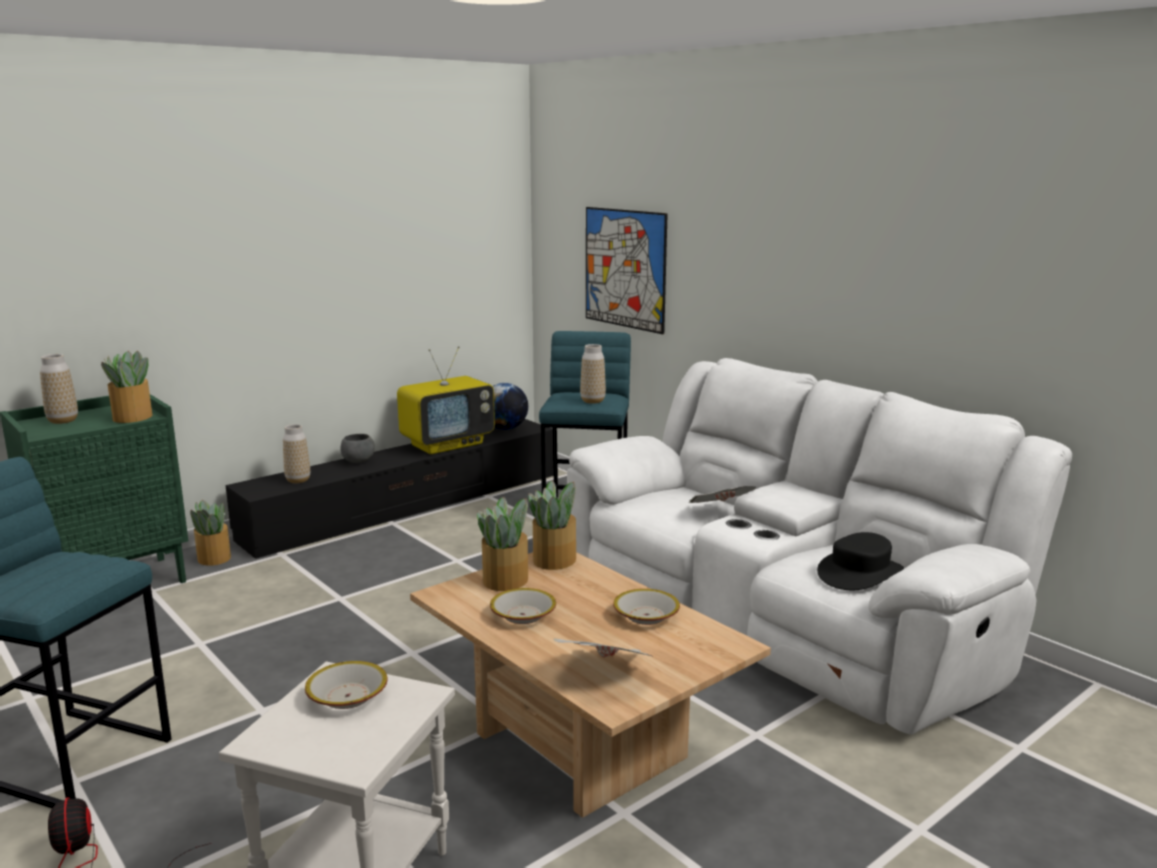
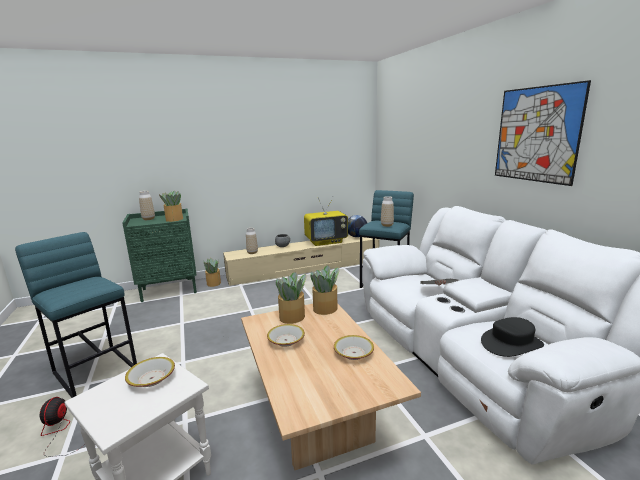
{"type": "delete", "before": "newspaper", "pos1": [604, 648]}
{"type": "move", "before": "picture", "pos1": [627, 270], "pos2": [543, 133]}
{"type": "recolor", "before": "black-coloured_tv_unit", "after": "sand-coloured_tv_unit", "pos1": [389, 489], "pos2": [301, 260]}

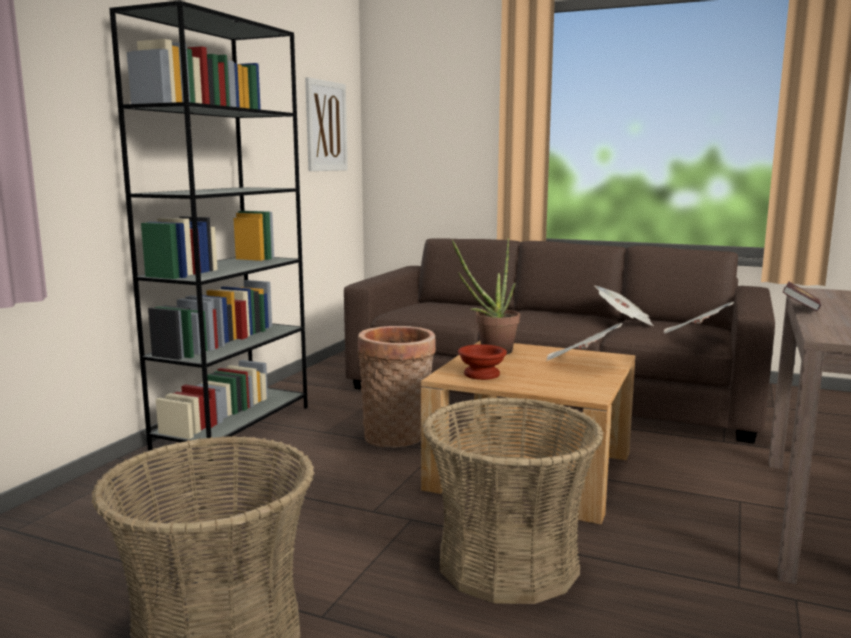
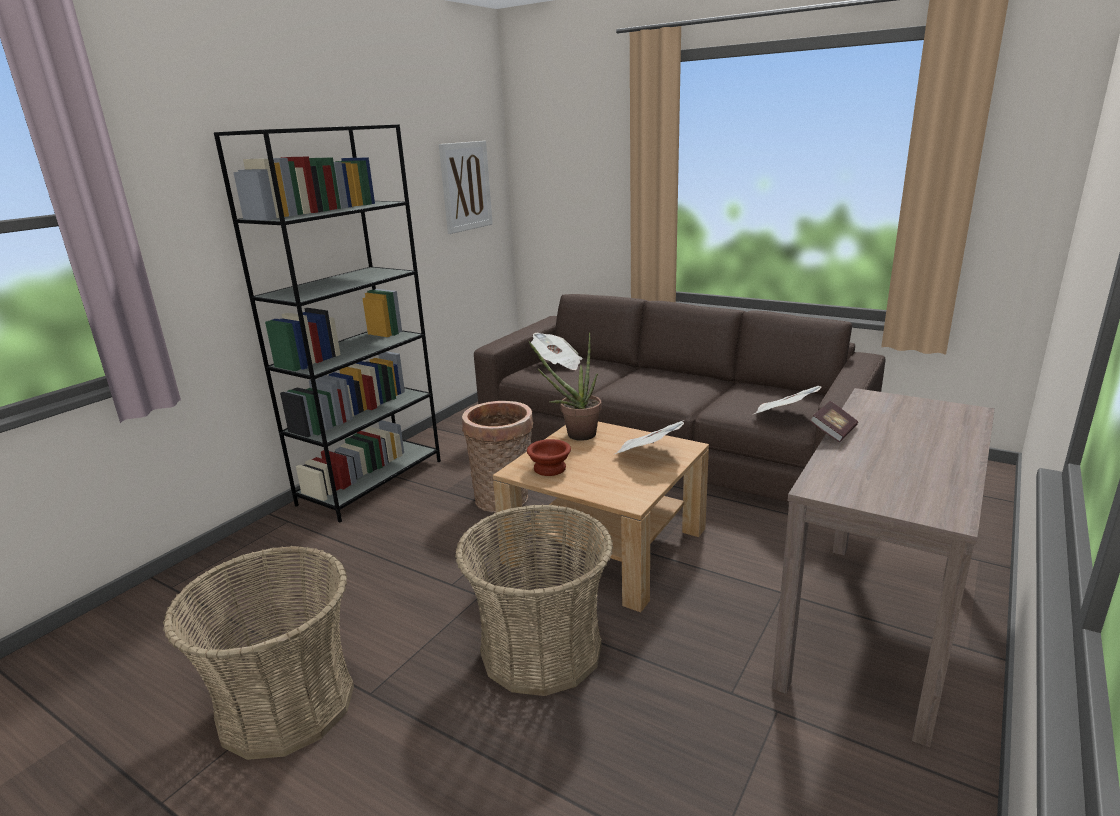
{"type": "move", "before": "newspaper", "pos1": [624, 305], "pos2": [556, 351]}

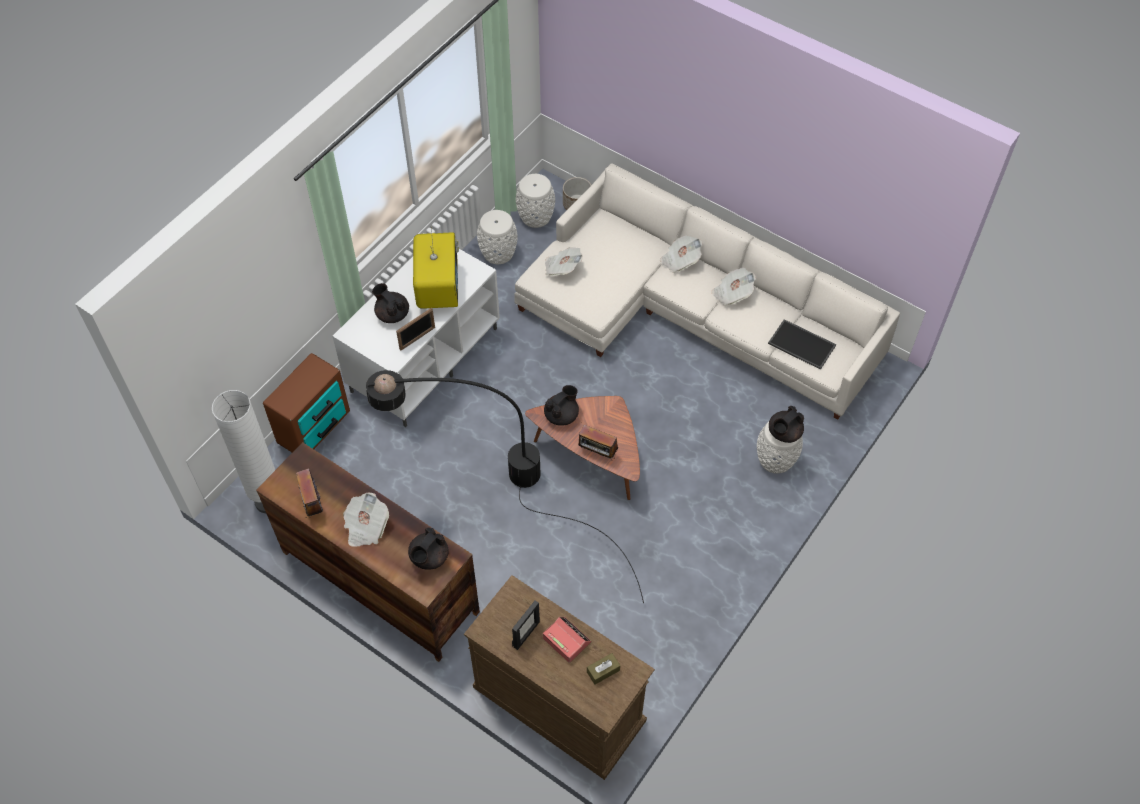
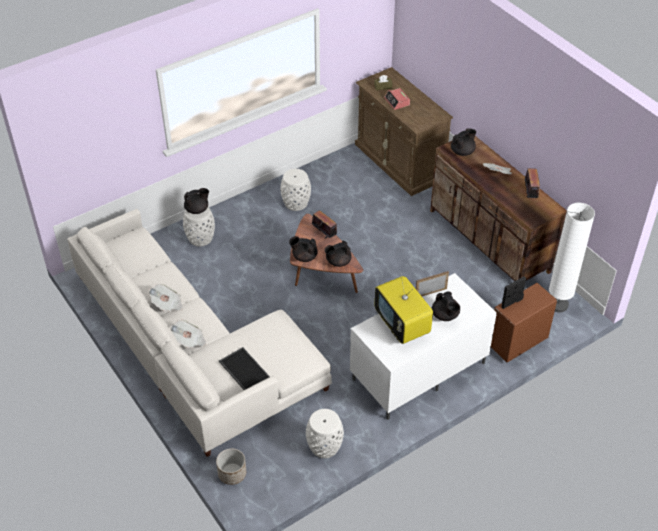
{"type": "delete", "before": "black-coloured_standing_lamp", "pos1": [505, 486]}
{"type": "delete", "before": "newspaper", "pos1": [564, 261]}
{"type": "insert", "after": "black-coloured_teapot", "pos2": [303, 249]}
{"type": "move", "before": "photo_frame", "pos1": [526, 625], "pos2": [513, 292]}
{"type": "move", "before": "whitish_stool_seat", "pos1": [535, 201], "pos2": [295, 190]}
{"type": "move", "before": "carrying_tray", "pos1": [802, 344], "pos2": [244, 368]}
{"type": "rotate", "before": "TV", "pos1": [436, 267], "pos2": [404, 308], "turn": -45}

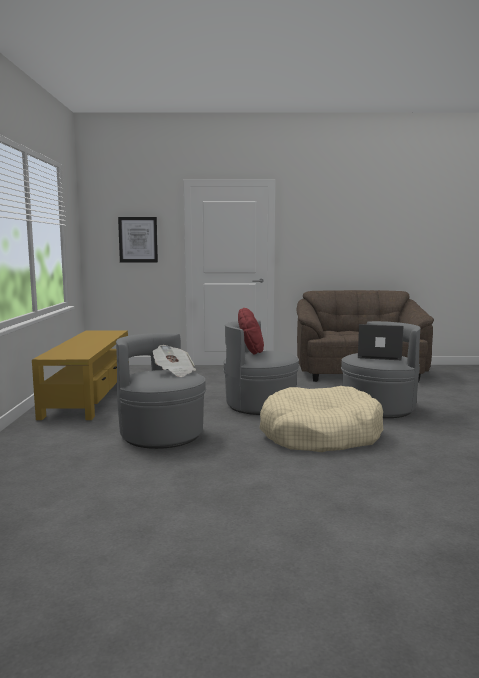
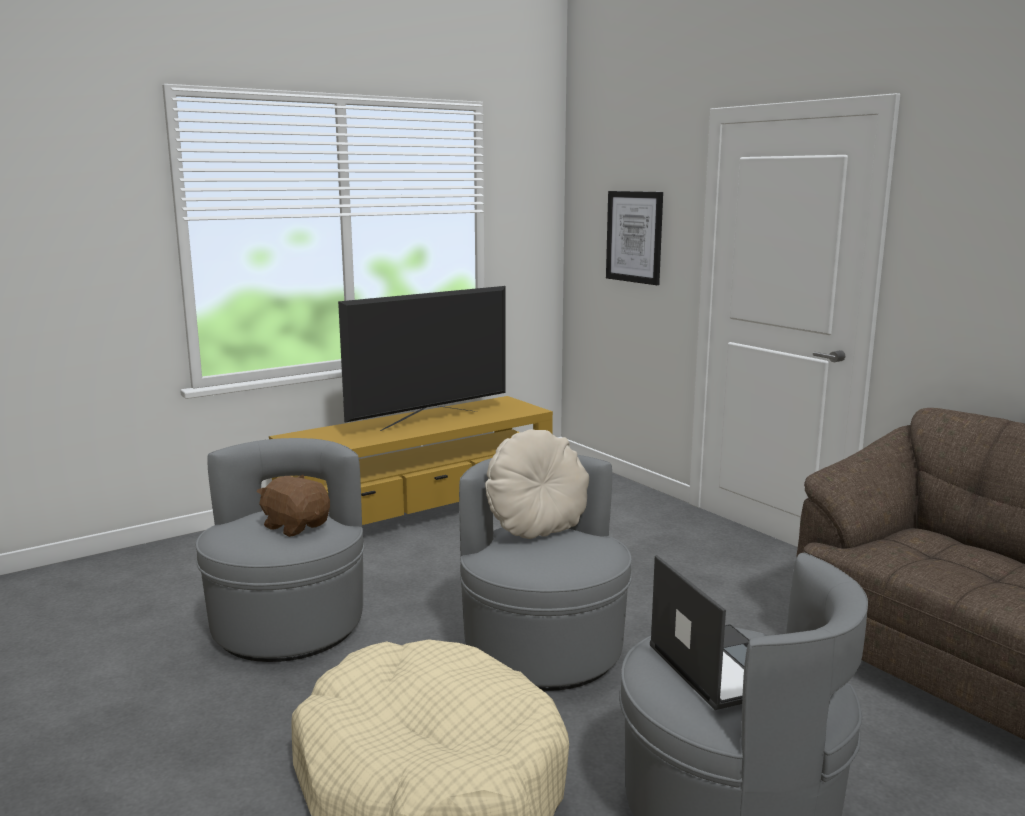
{"type": "insert", "after": "TV", "pos2": [422, 358]}
{"type": "replace", "before": "newspaper", "after": "brown_soft_toy", "pos1": [174, 361], "pos2": [293, 506]}
{"type": "recolor", "before": "reddish_pillow", "after": "sand-coloured_pillow", "pos1": [251, 331], "pos2": [537, 484]}

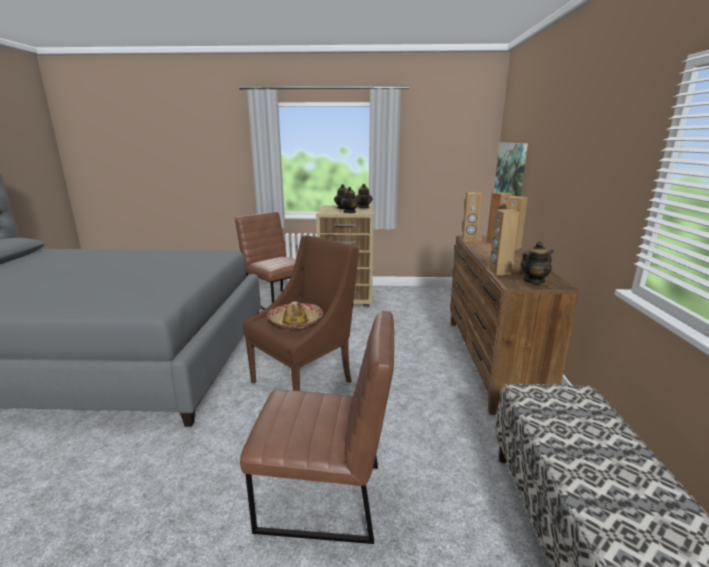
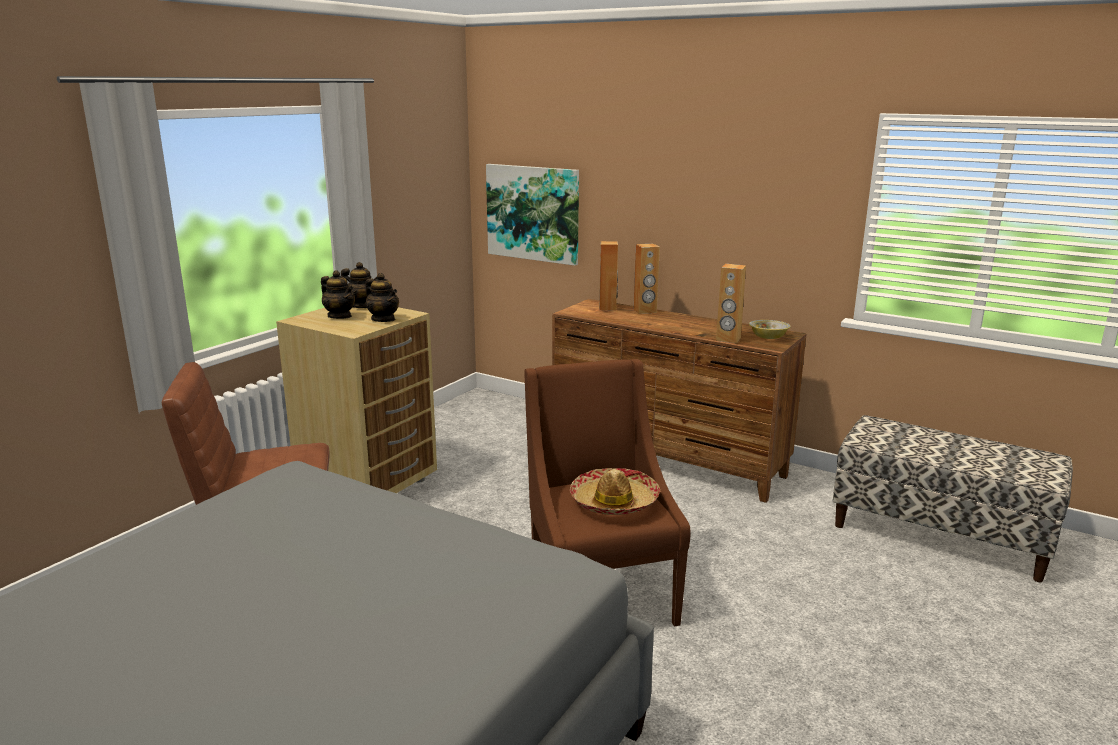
{"type": "delete", "before": "brown_chair", "pos1": [317, 427]}
{"type": "delete", "before": "brown_speaker", "pos1": [472, 217]}
{"type": "replace", "before": "teapot", "after": "bowl", "pos1": [536, 262], "pos2": [770, 329]}

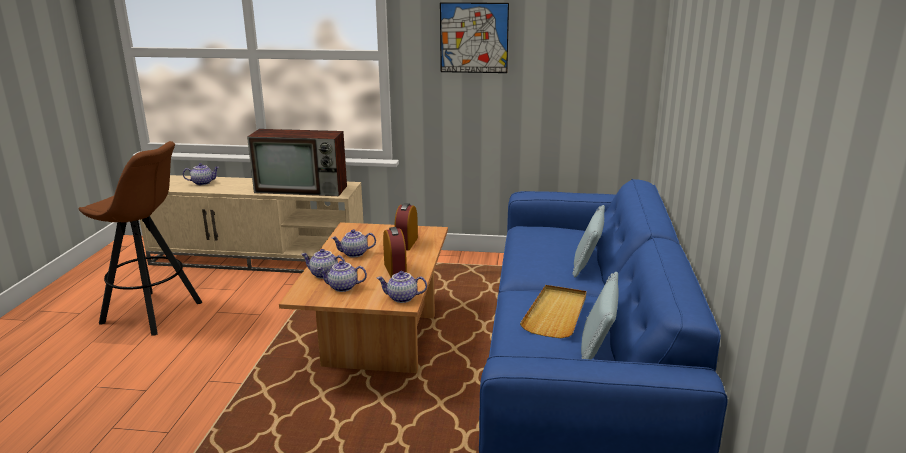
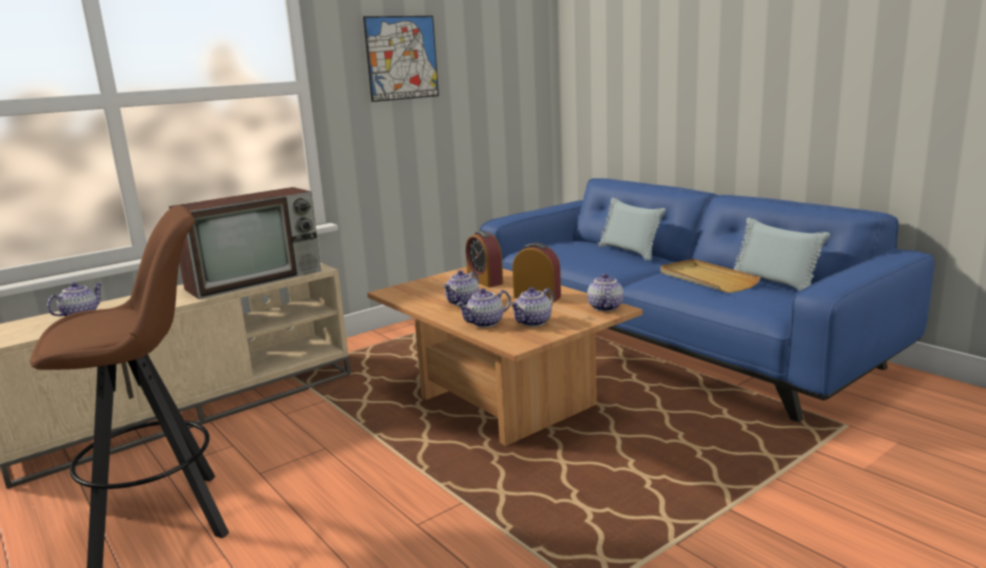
{"type": "rotate", "before": "teapot", "pos1": [402, 287], "pos2": [605, 292], "turn": 135}

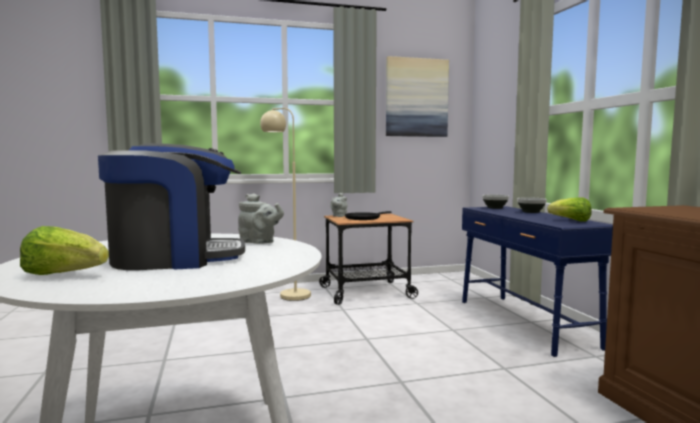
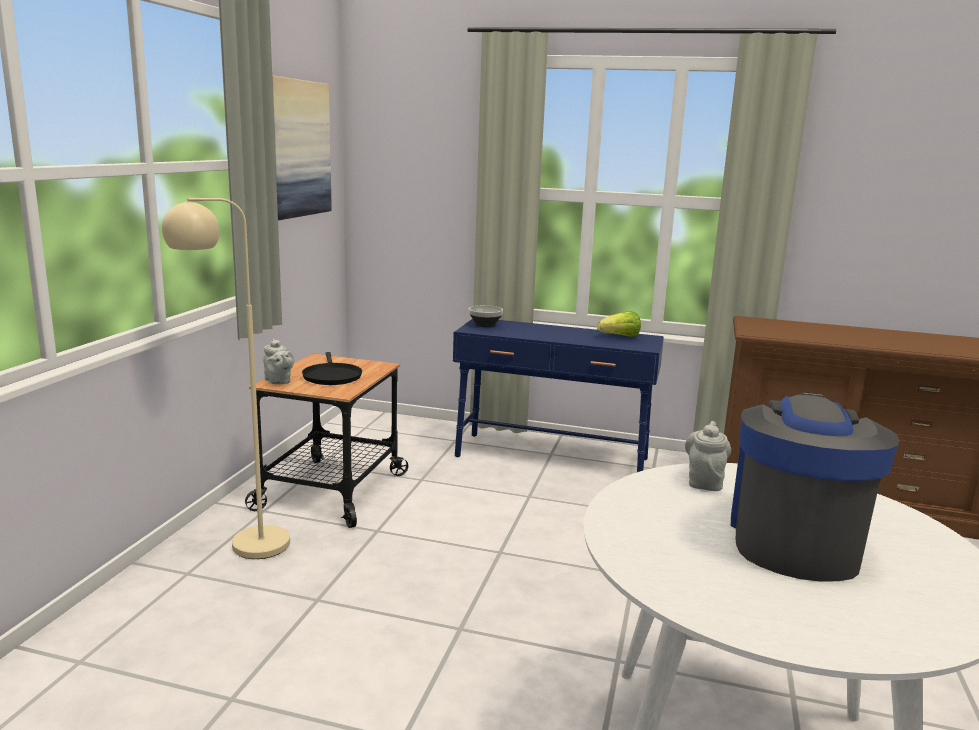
{"type": "delete", "before": "lettuce", "pos1": [64, 250]}
{"type": "delete", "before": "bowl", "pos1": [532, 205]}
{"type": "rotate", "before": "greyish_teapot", "pos1": [261, 218], "pos2": [708, 456], "turn": -45}

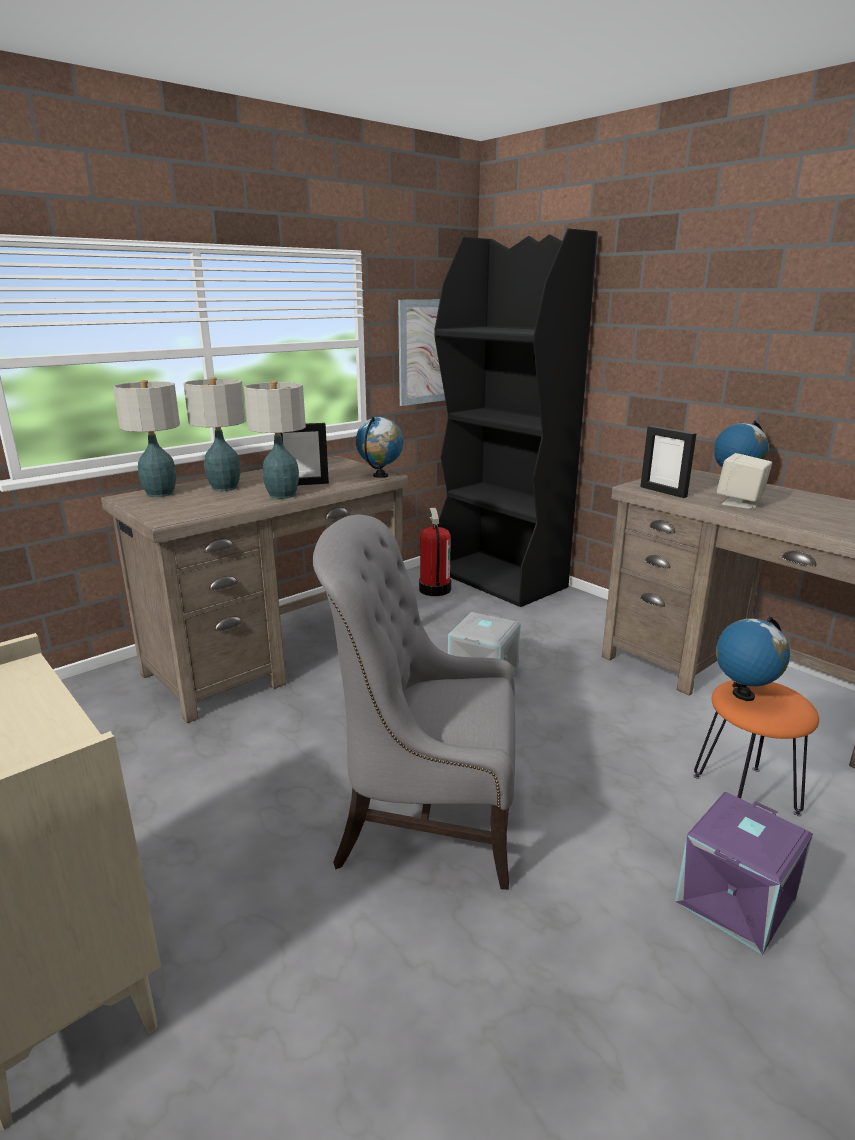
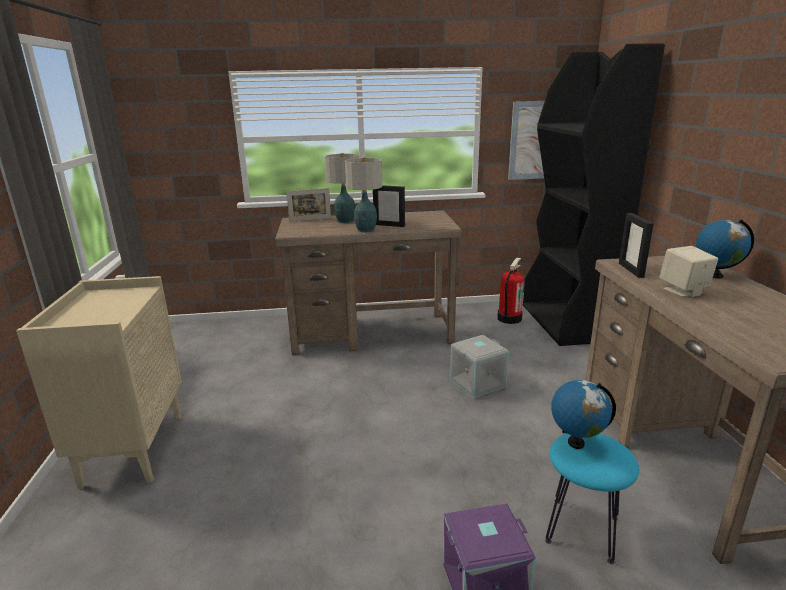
{"type": "delete", "before": "greyish_chair", "pos1": [414, 702]}
{"type": "delete", "before": "globe", "pos1": [380, 447]}
{"type": "replace", "before": "tabletop_lamp", "after": "photo_frame", "pos1": [146, 438], "pos2": [308, 205]}
{"type": "recolor", "before": "orangey_stool_seat", "after": "turquoise-coloured_stool_seat", "pos1": [756, 748], "pos2": [592, 499]}

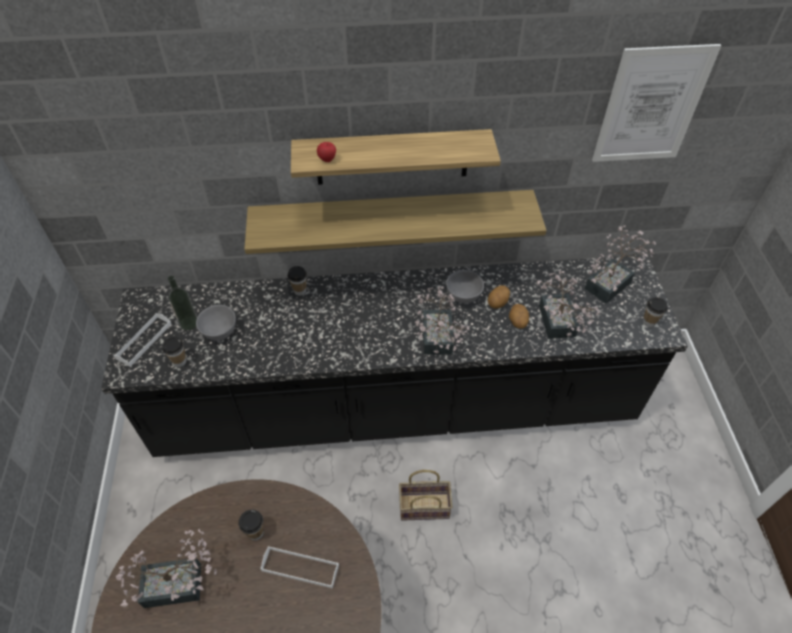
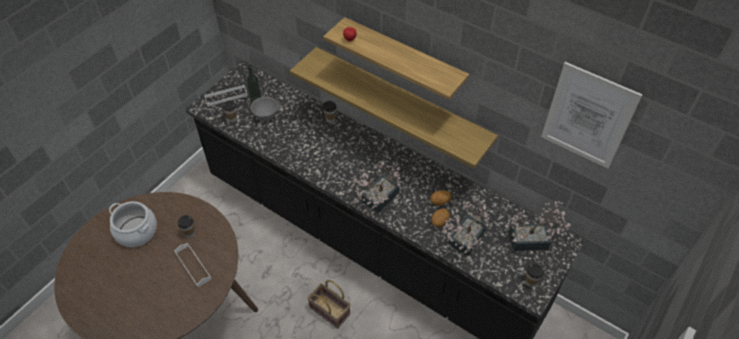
{"type": "delete", "before": "greyish_bowl", "pos1": [465, 286]}
{"type": "replace", "before": "plant_in_a_pot", "after": "saucepot", "pos1": [166, 568], "pos2": [133, 224]}

